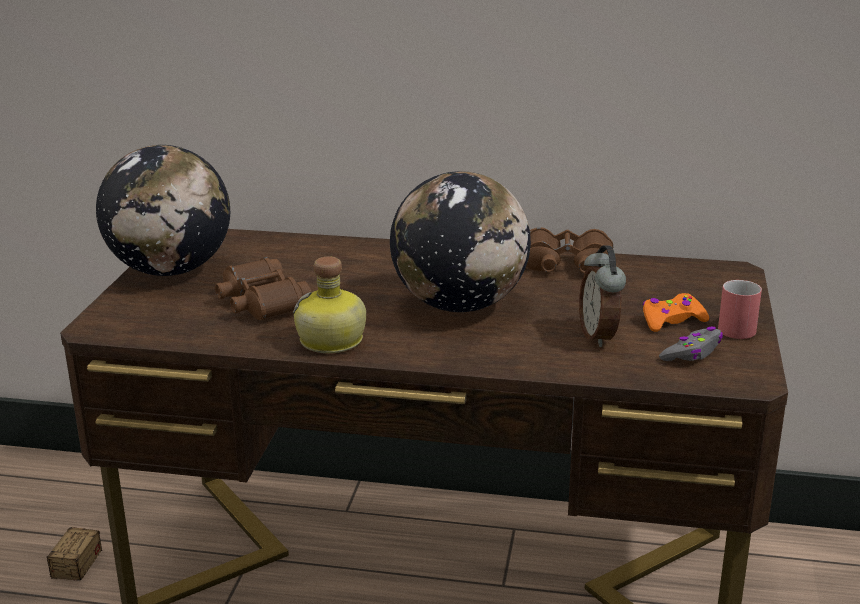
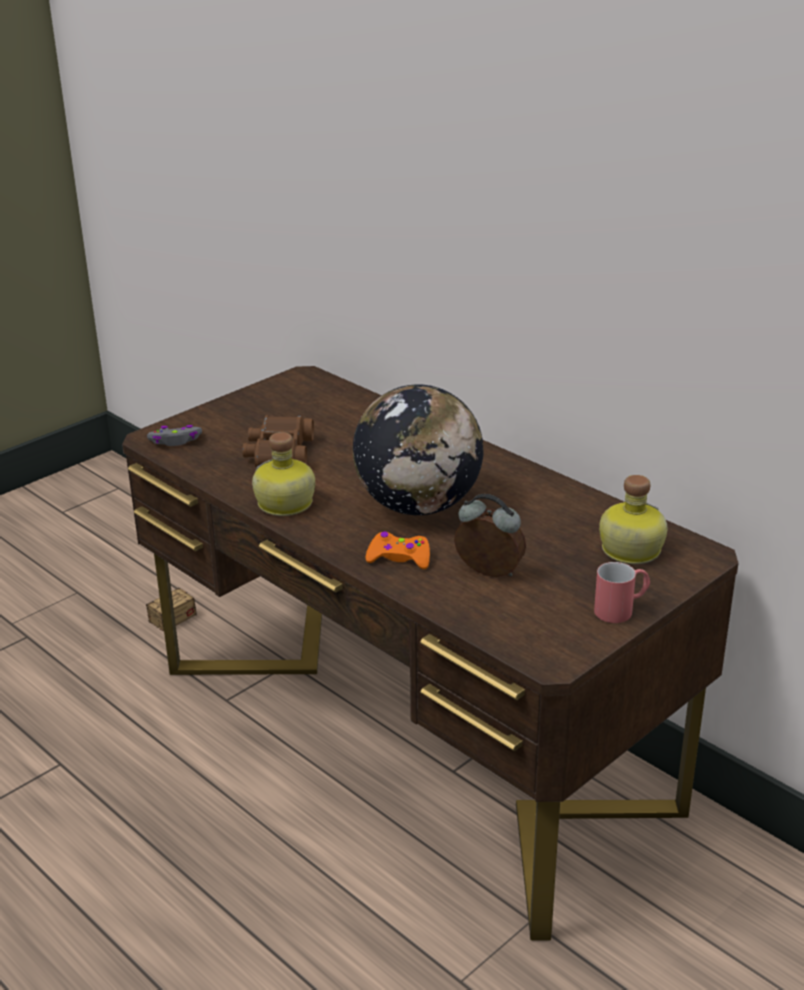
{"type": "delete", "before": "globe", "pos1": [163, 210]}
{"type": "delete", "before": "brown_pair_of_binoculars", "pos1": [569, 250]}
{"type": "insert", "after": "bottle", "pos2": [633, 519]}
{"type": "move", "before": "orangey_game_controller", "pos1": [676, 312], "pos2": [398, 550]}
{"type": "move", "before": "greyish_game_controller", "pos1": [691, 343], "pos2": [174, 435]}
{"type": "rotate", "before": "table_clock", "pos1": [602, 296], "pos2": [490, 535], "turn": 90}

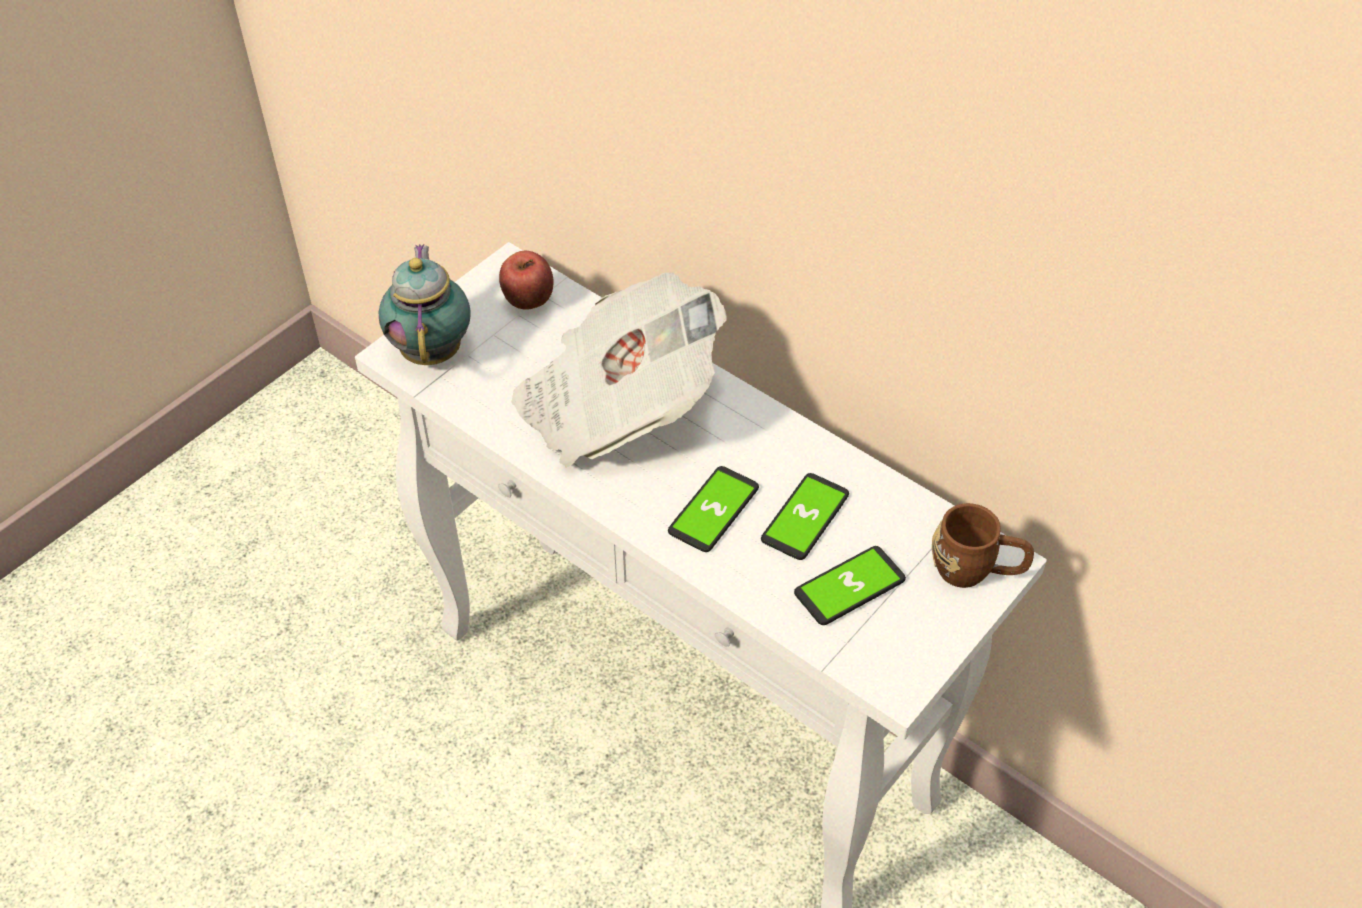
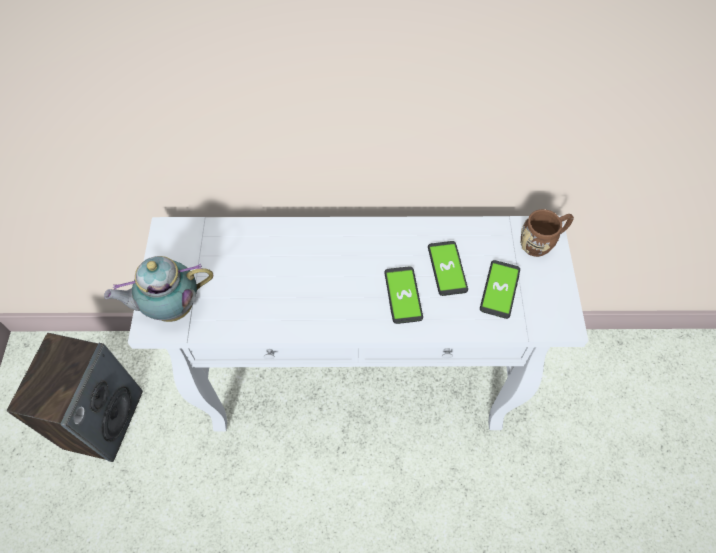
{"type": "delete", "before": "apple", "pos1": [526, 280]}
{"type": "delete", "before": "newspaper", "pos1": [619, 369]}
{"type": "insert", "after": "speaker", "pos2": [75, 397]}
{"type": "rotate", "before": "teapot", "pos1": [425, 304], "pos2": [158, 289], "turn": -60}

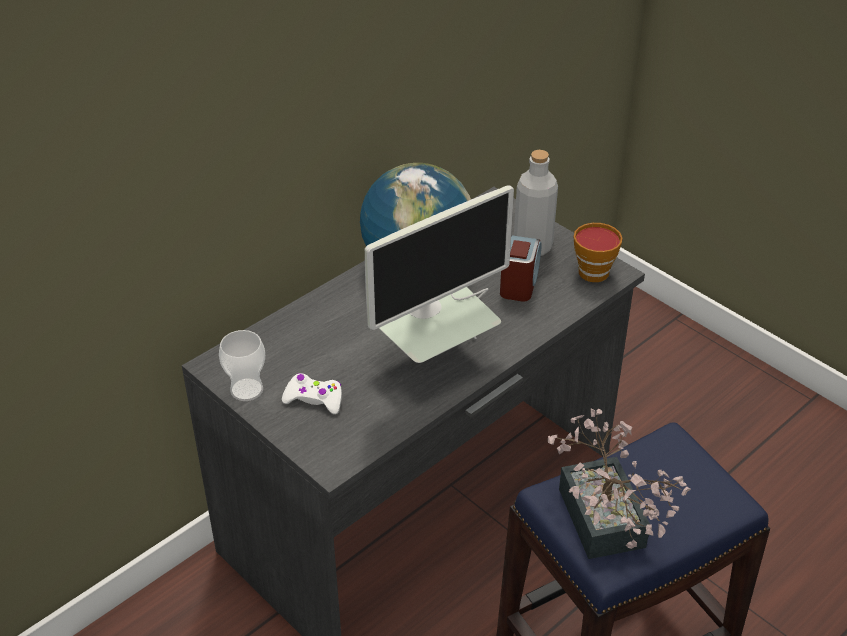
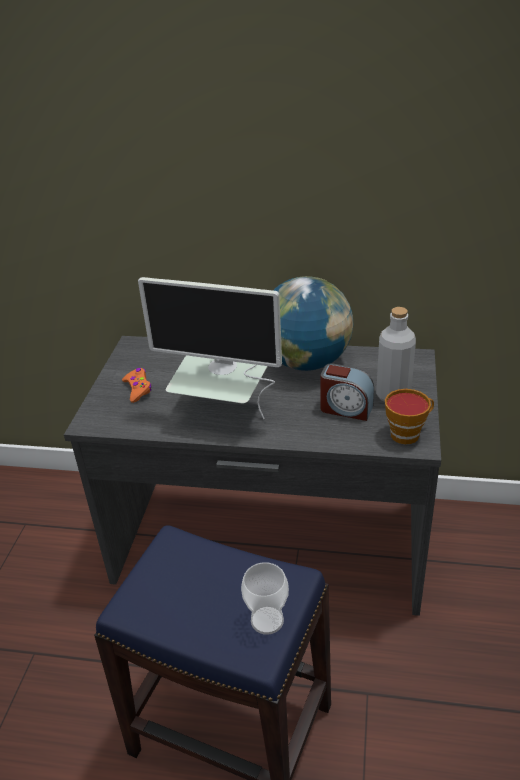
{"type": "delete", "before": "plant_in_a_pot", "pos1": [619, 483]}
{"type": "move", "before": "drinking_cup", "pos1": [242, 365], "pos2": [265, 598]}
{"type": "recolor", "before": "whitish_game_controller", "after": "orangey_game_controller", "pos1": [312, 393], "pos2": [137, 385]}
{"type": "rotate", "before": "table_clock", "pos1": [520, 268], "pos2": [347, 392], "turn": 45}

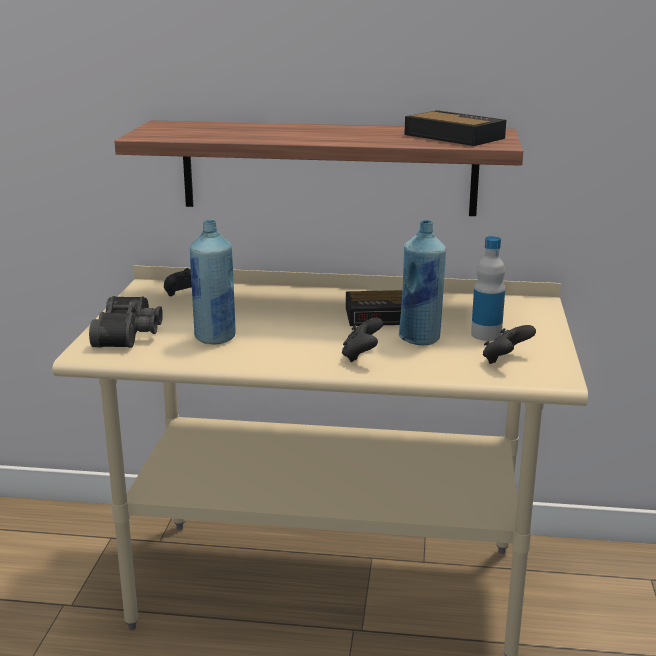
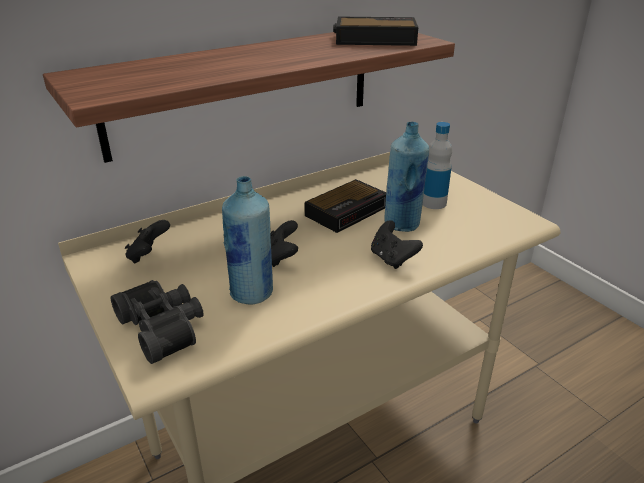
{"type": "move", "before": "black-coloured_game_controller", "pos1": [509, 344], "pos2": [284, 243]}

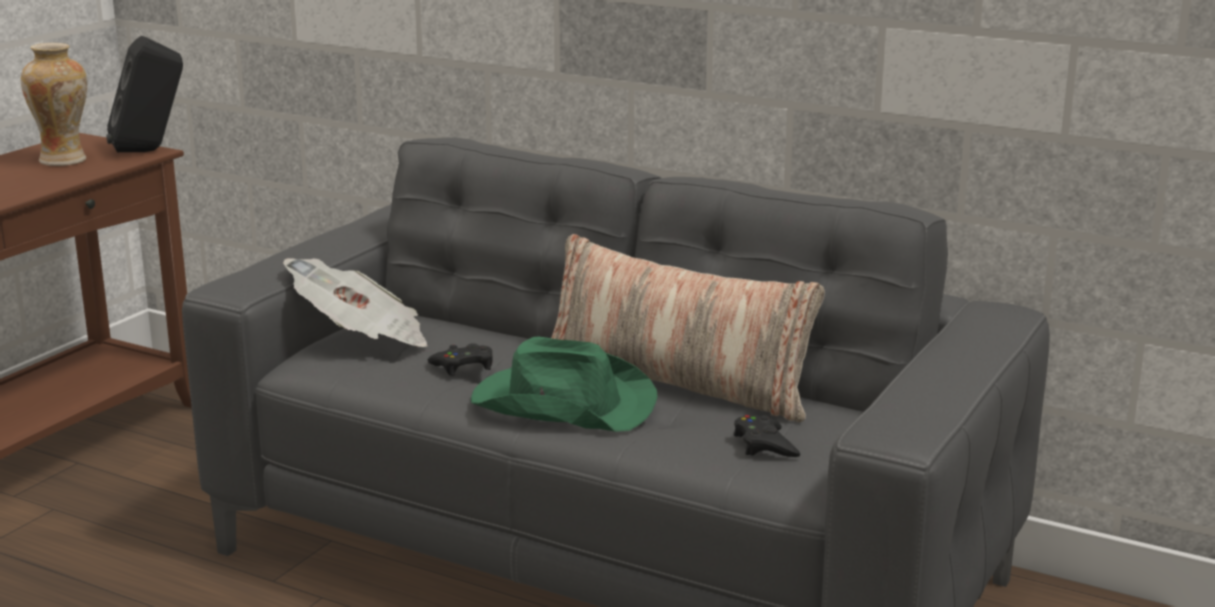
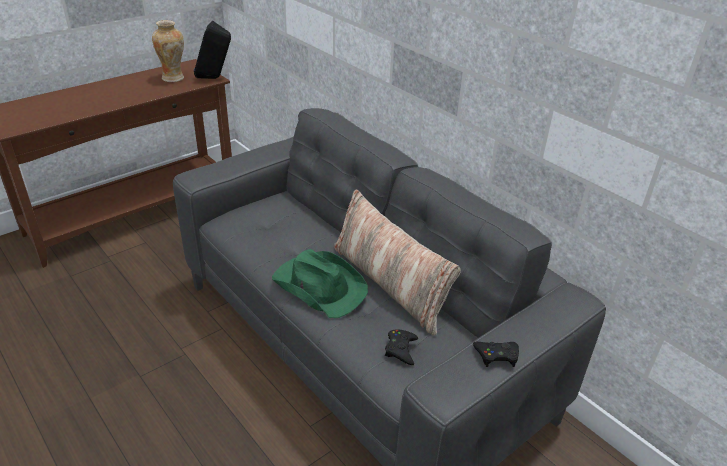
{"type": "delete", "before": "newspaper", "pos1": [355, 302]}
{"type": "move", "before": "black-coloured_game_controller", "pos1": [460, 359], "pos2": [496, 354]}

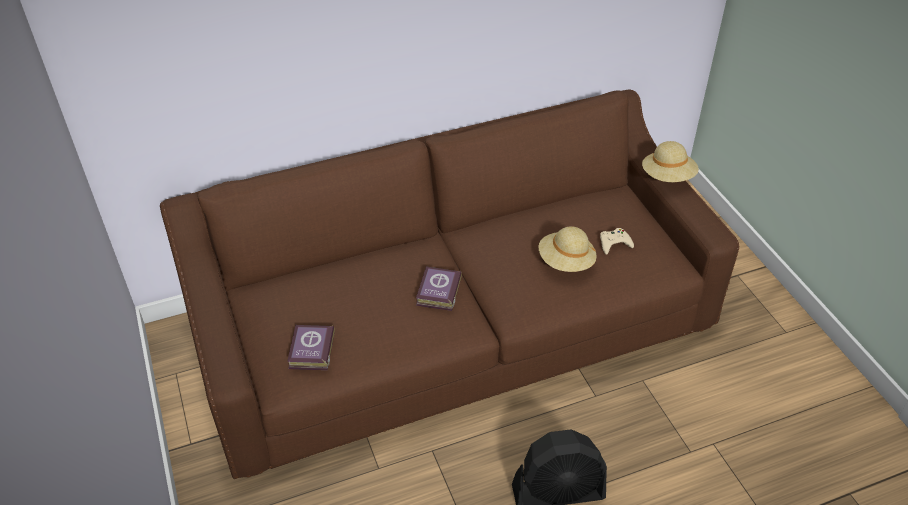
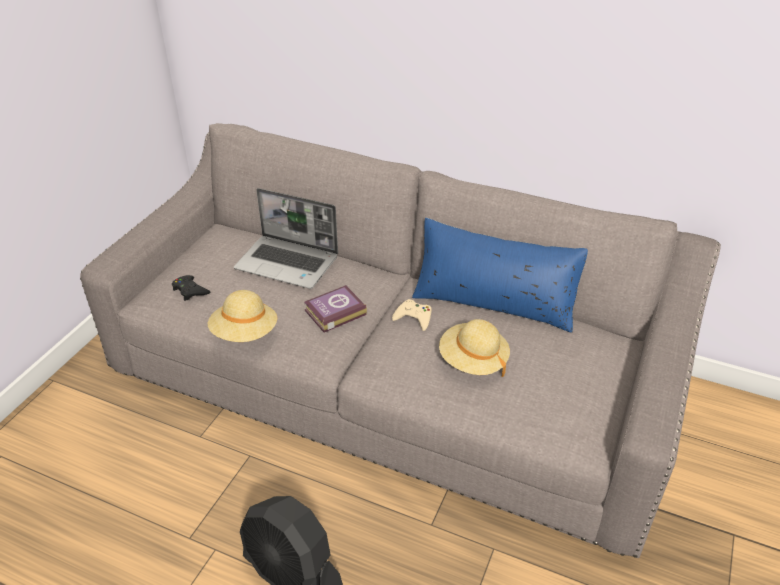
{"type": "insert", "after": "notebook_computer", "pos2": [286, 238]}
{"type": "insert", "after": "bluish_pillow", "pos2": [500, 275]}
{"type": "move", "before": "sand-coloured_game_controller", "pos1": [617, 241], "pos2": [412, 315]}
{"type": "move", "before": "sand-coloured_clothing_hat", "pos1": [670, 161], "pos2": [242, 316]}
{"type": "replace", "before": "bound_book", "after": "black-coloured_game_controller", "pos1": [311, 347], "pos2": [191, 288]}
{"type": "recolor", "before": "brown_settee", "after": "greyish_settee", "pos1": [449, 284], "pos2": [400, 340]}

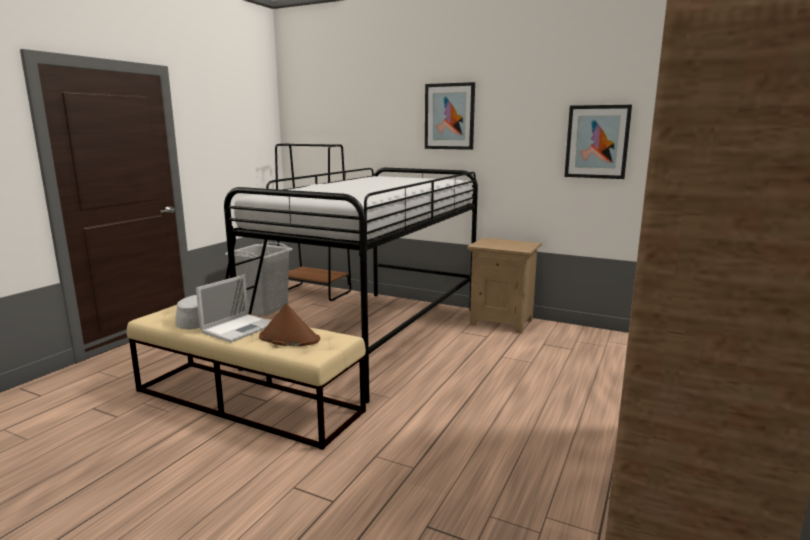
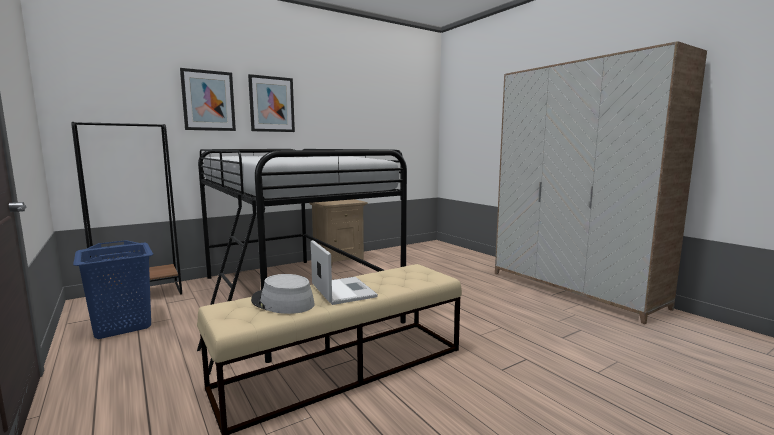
{"type": "delete", "before": "brown_clothing_hat", "pos1": [289, 324]}
{"type": "move", "before": "picture", "pos1": [598, 142], "pos2": [208, 99]}
{"type": "recolor", "before": "greyish_washing_basket", "after": "bluish_washing_basket", "pos1": [259, 279], "pos2": [113, 289]}

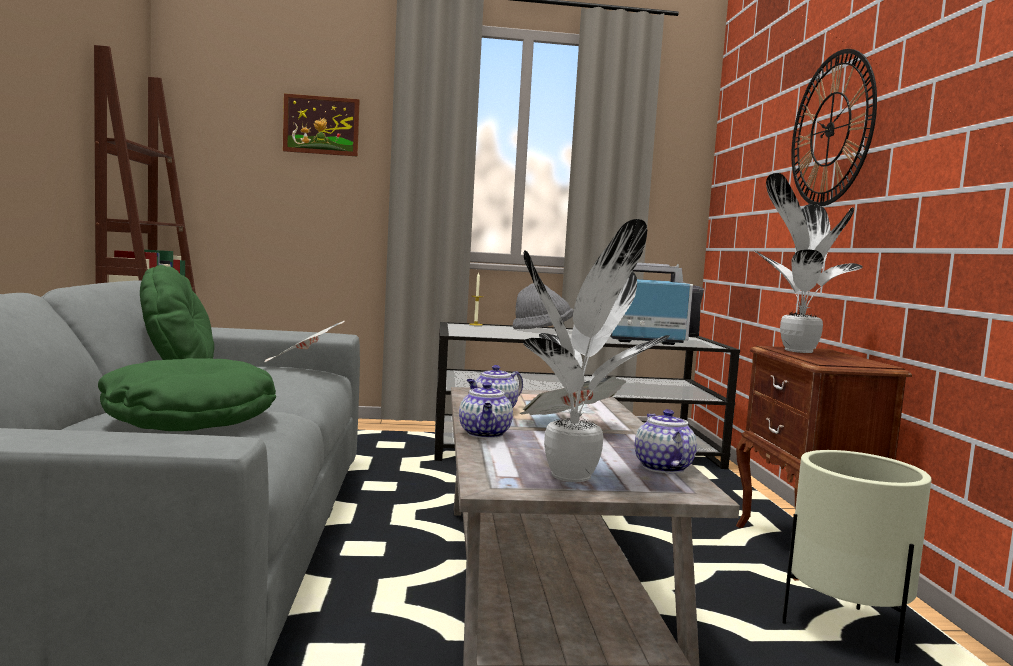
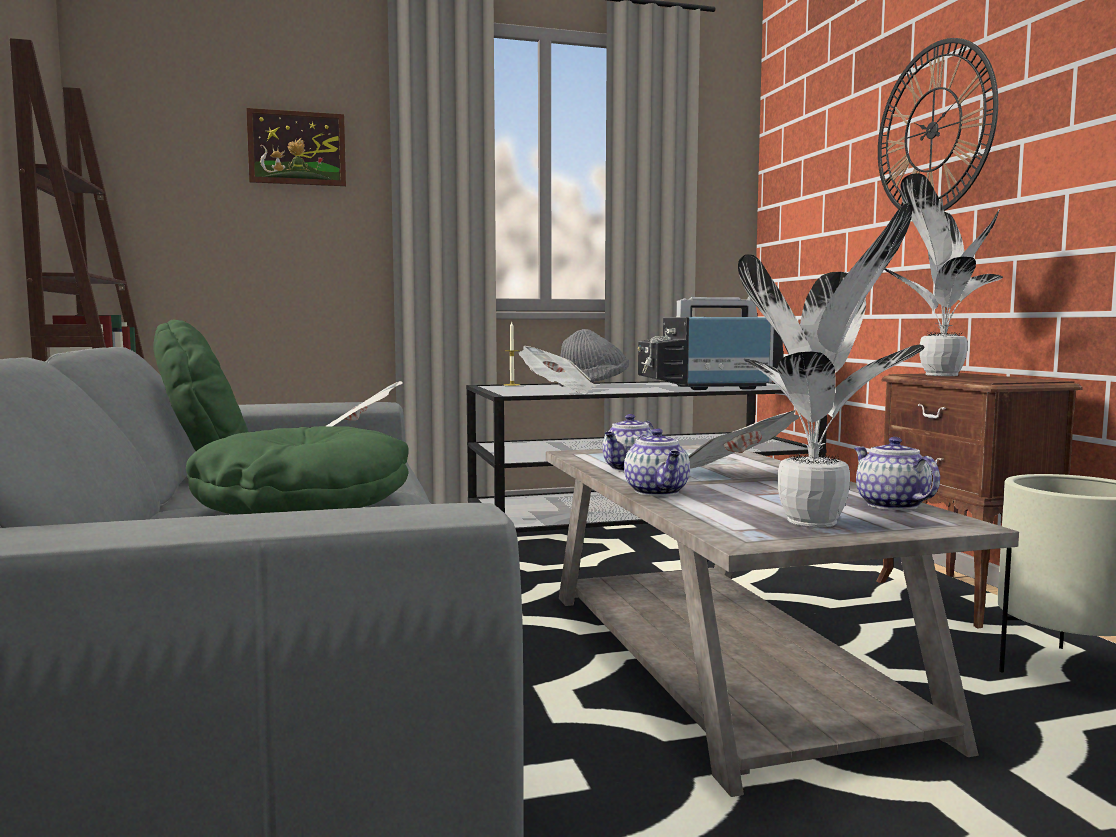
{"type": "insert", "after": "newspaper", "pos2": [557, 370]}

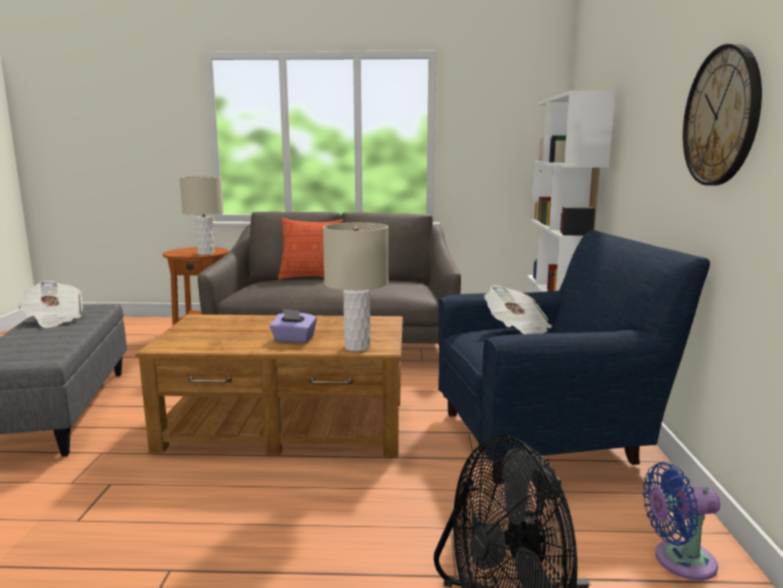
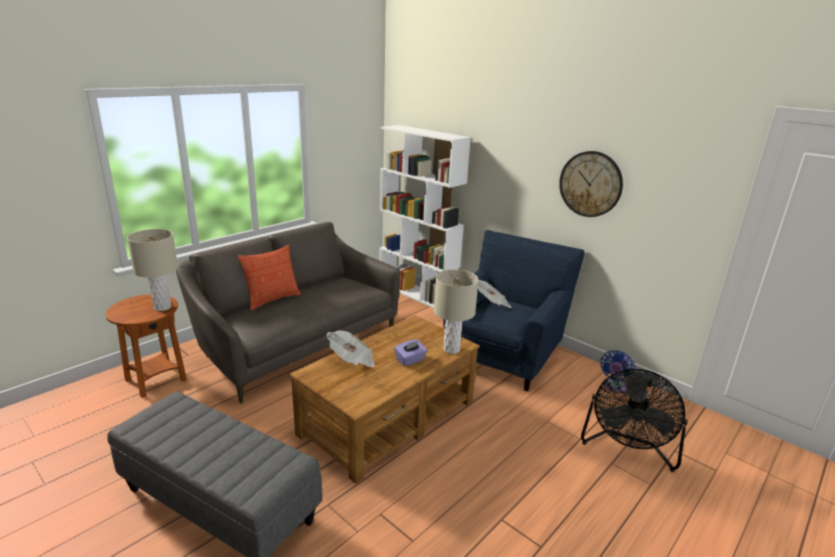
{"type": "move", "before": "newspaper", "pos1": [50, 304], "pos2": [351, 349]}

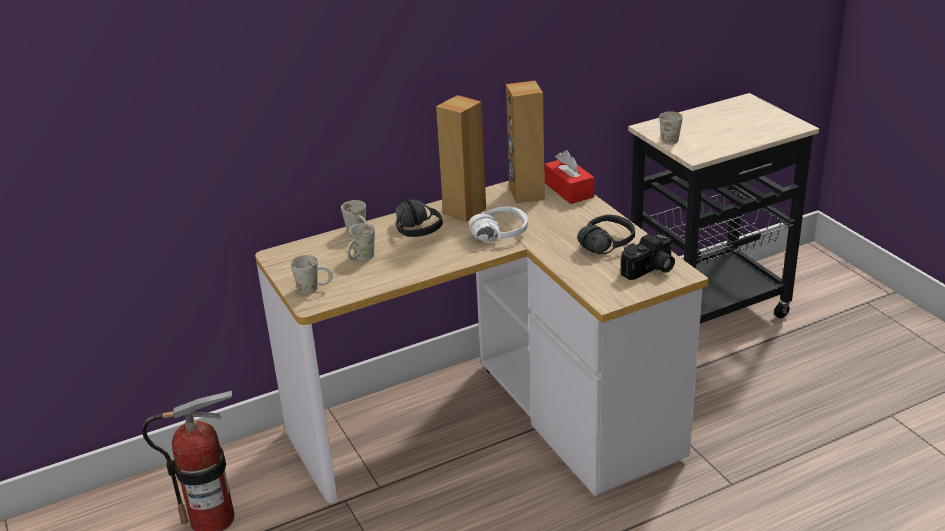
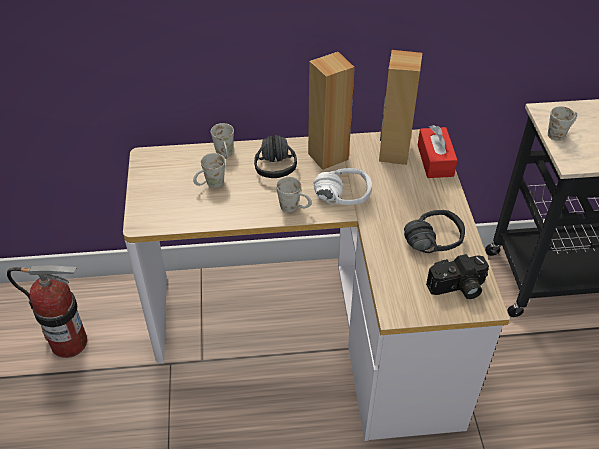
{"type": "move", "before": "whitish_coffee_mug", "pos1": [311, 274], "pos2": [294, 194]}

